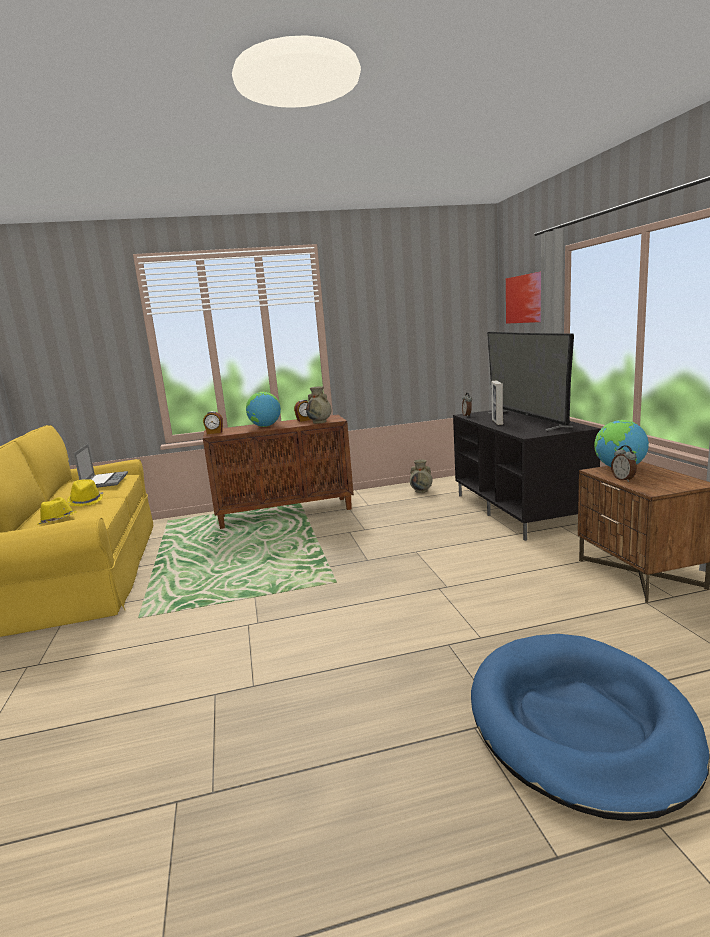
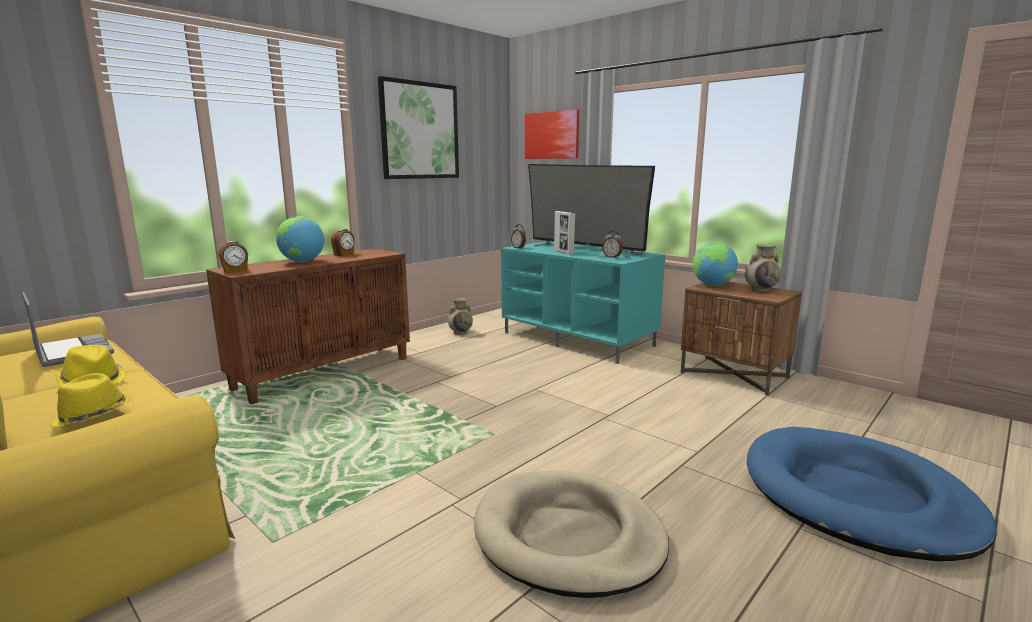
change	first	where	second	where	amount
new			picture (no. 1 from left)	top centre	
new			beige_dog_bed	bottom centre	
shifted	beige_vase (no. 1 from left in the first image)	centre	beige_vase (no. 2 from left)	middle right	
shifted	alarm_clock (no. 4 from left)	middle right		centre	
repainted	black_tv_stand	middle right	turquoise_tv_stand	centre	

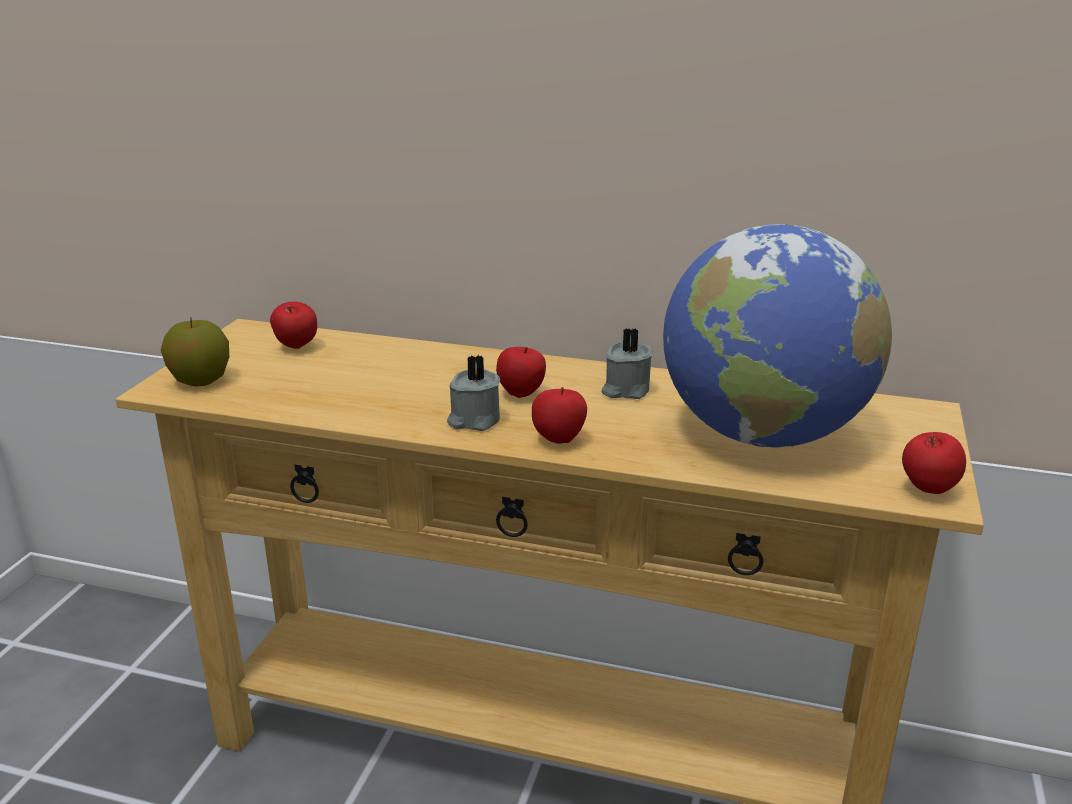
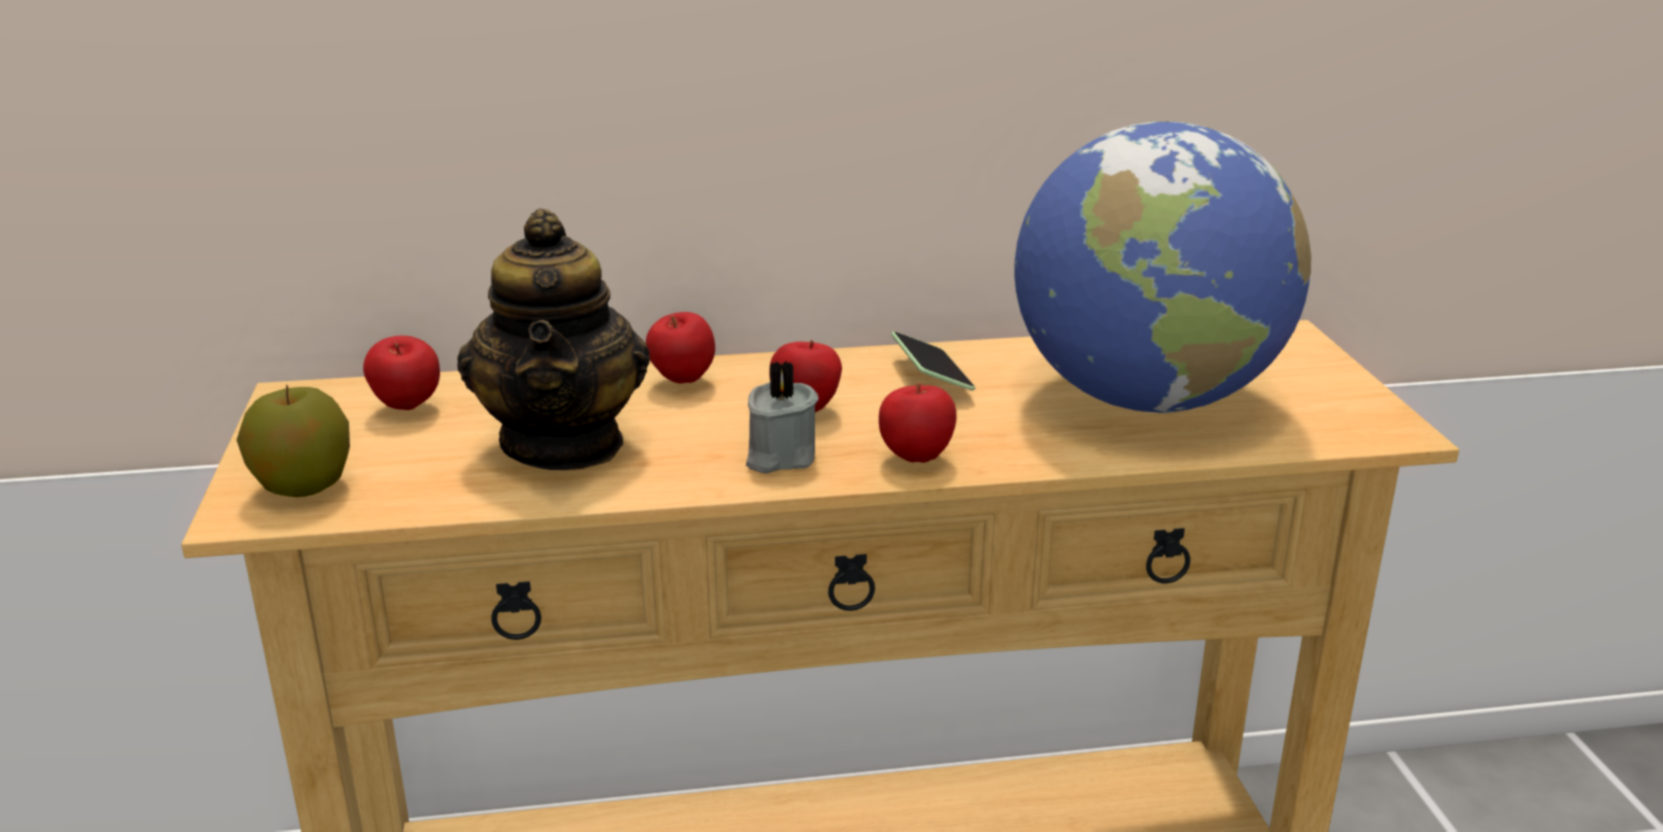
change	first	where	second	where	amount
new			teapot	middle left	
shifted	apple (no. 5 from left in the first image)	middle right	apple (no. 3 from left)	centre	
swapped	grey_candle (no. 2 from left)	centre	phone	centre	

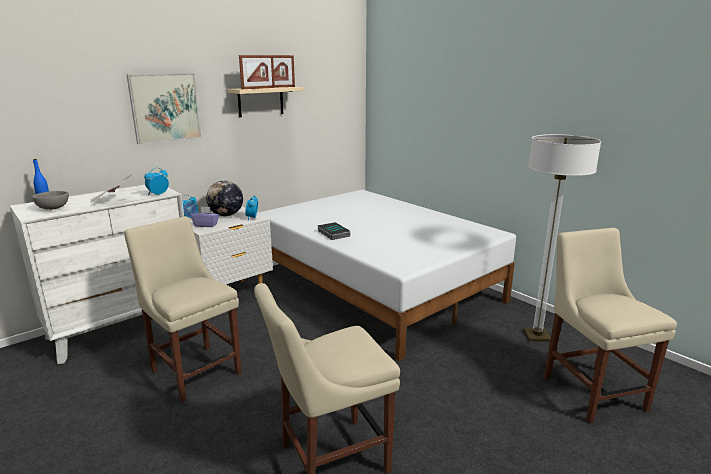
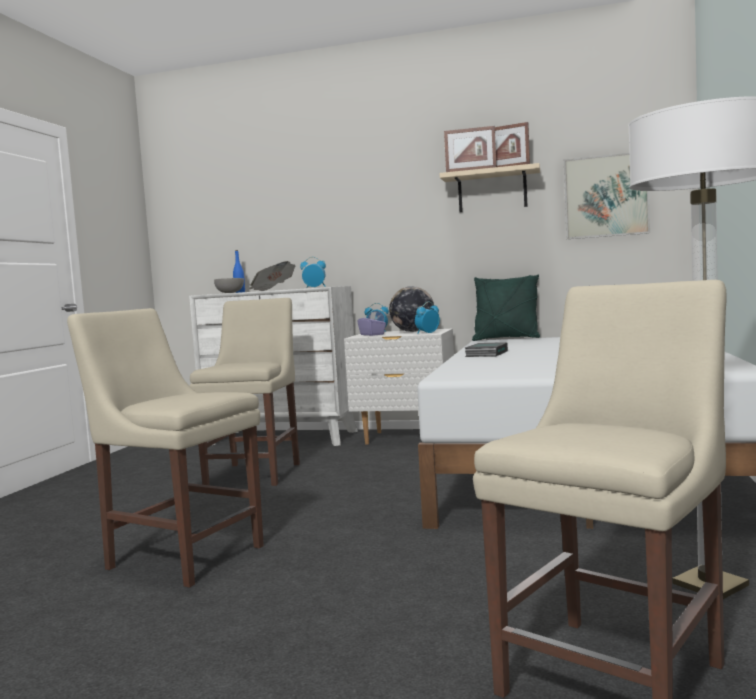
change	first	where	second	where	amount
new			green_pillow	middle right	
shifted	picture	top left		top right	

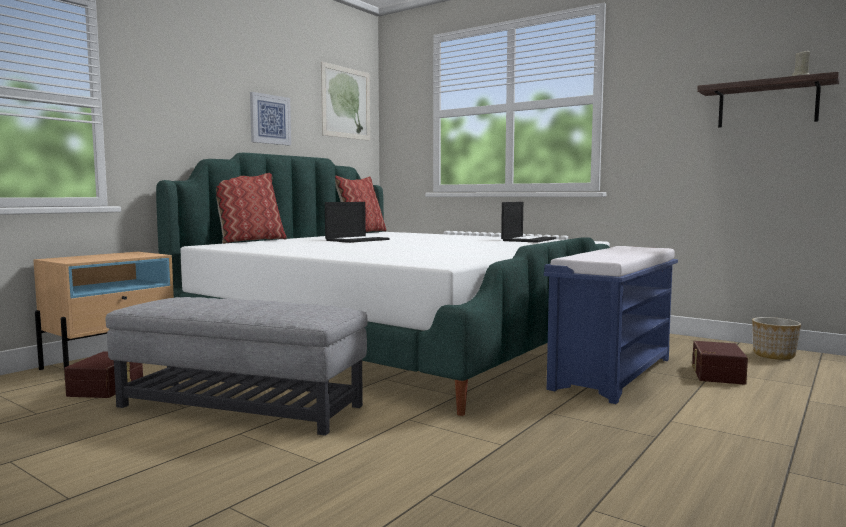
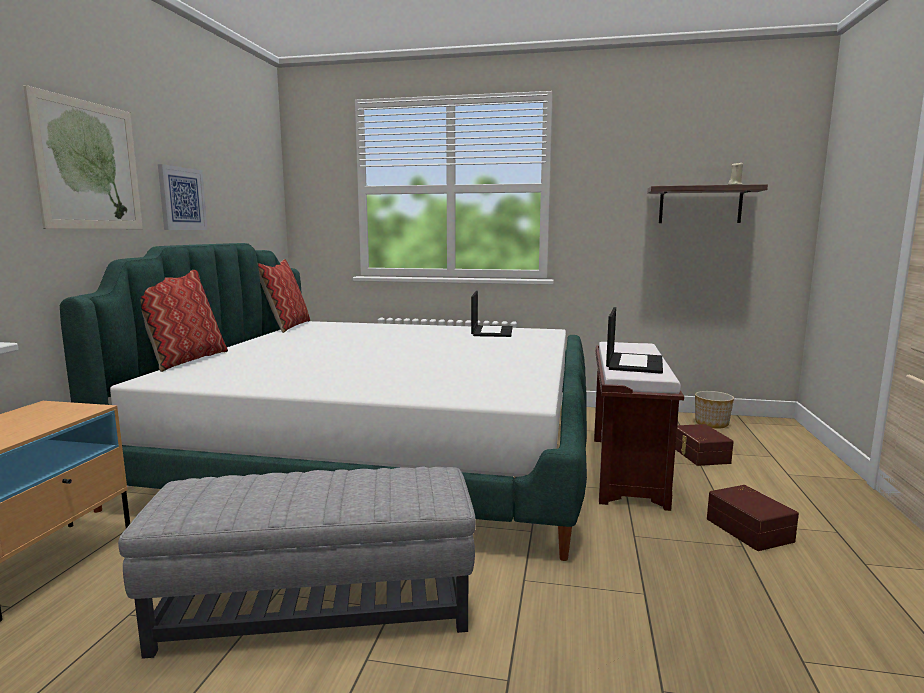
change	first	where	second	where	amount
shifted	brown_storage_box (no. 1 from left in the first image)	bottom left	brown_storage_box (no. 2 from left)	bottom right	
shifted	picture (no. 2 from left in the first image)	top centre	picture (no. 1 from left)	top left	
shifted	laptop (no. 1 from left in the first image)	centre	laptop (no. 2 from left)	middle right	
repainted	blue_bench	middle right	brown_bench	middle right	

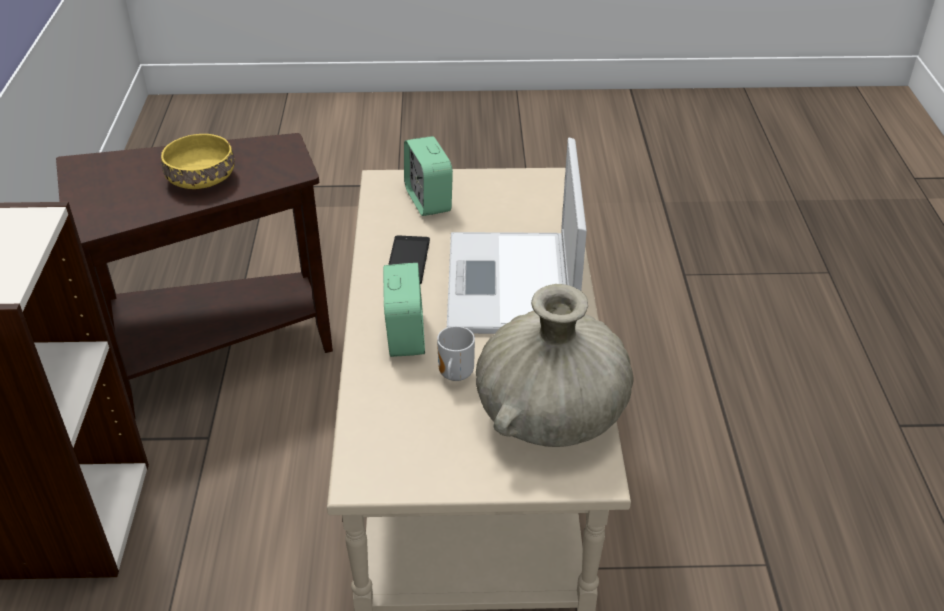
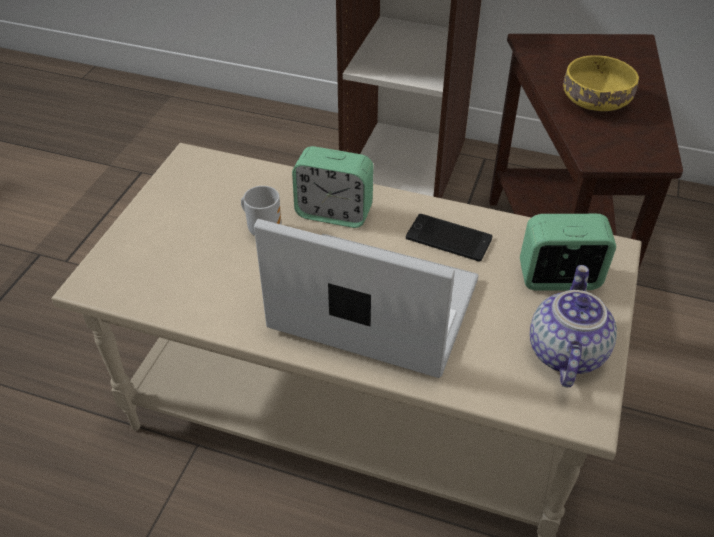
change	first	where	second	where	amount
gone	beige_vase	centre			
new			teapot	middle right	

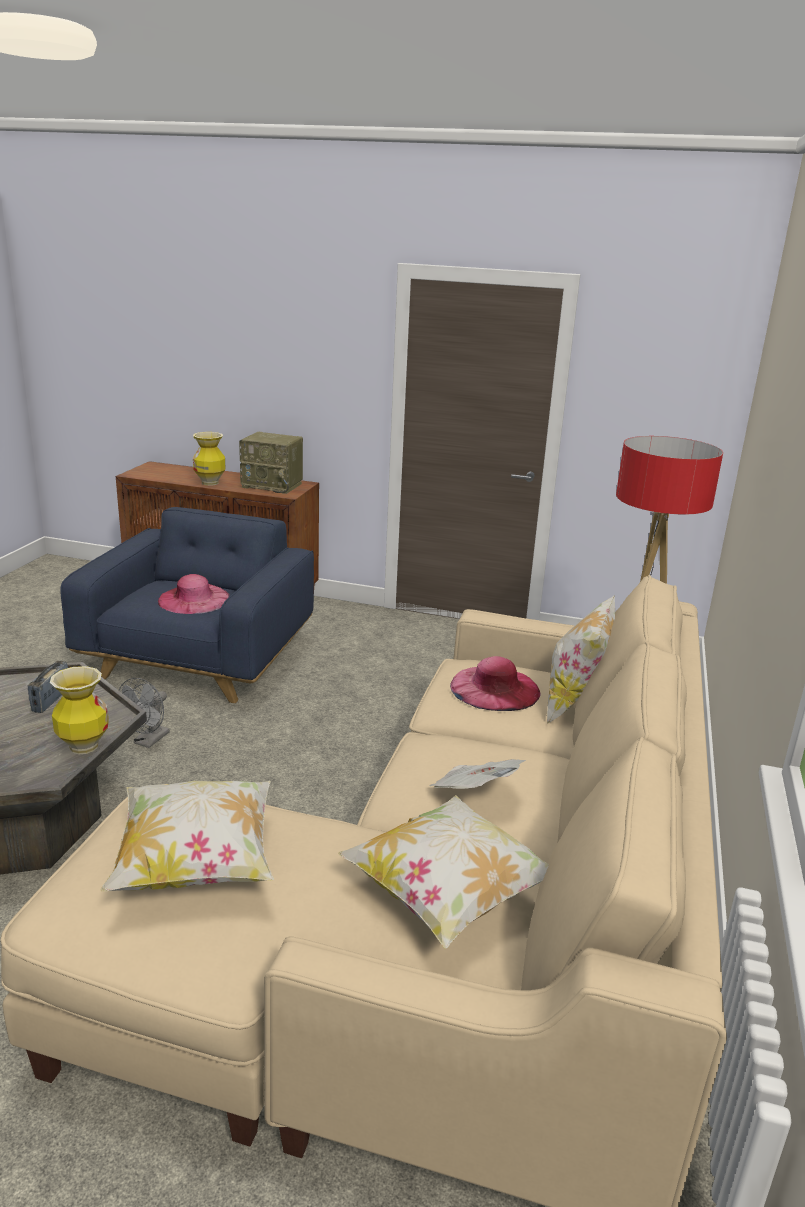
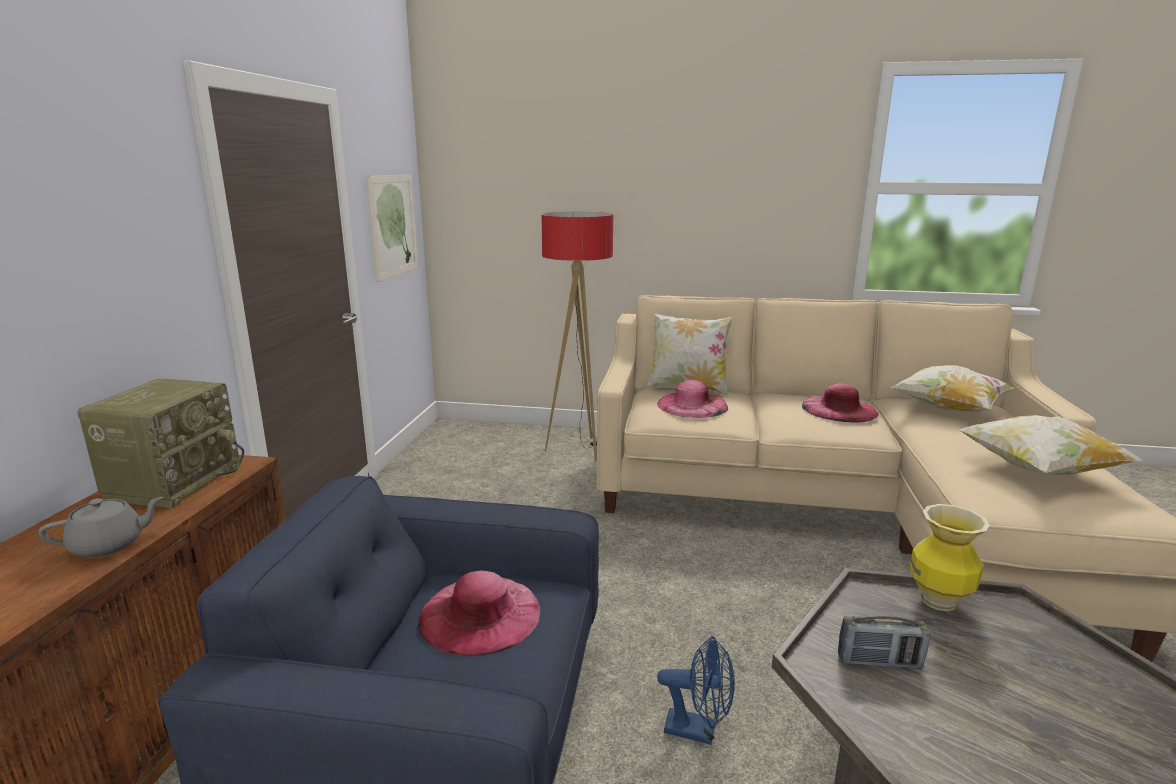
change	first	where	second	where	amount
new			picture	top centre	
swapped	vase (no. 2 from left)	middle left	grey_teapot	bottom left	
swapped	newspaper	centre	pink_hat (no. 3 from left)	middle right	
repainted	grey_fan	middle left	blue_fan	bottom centre	

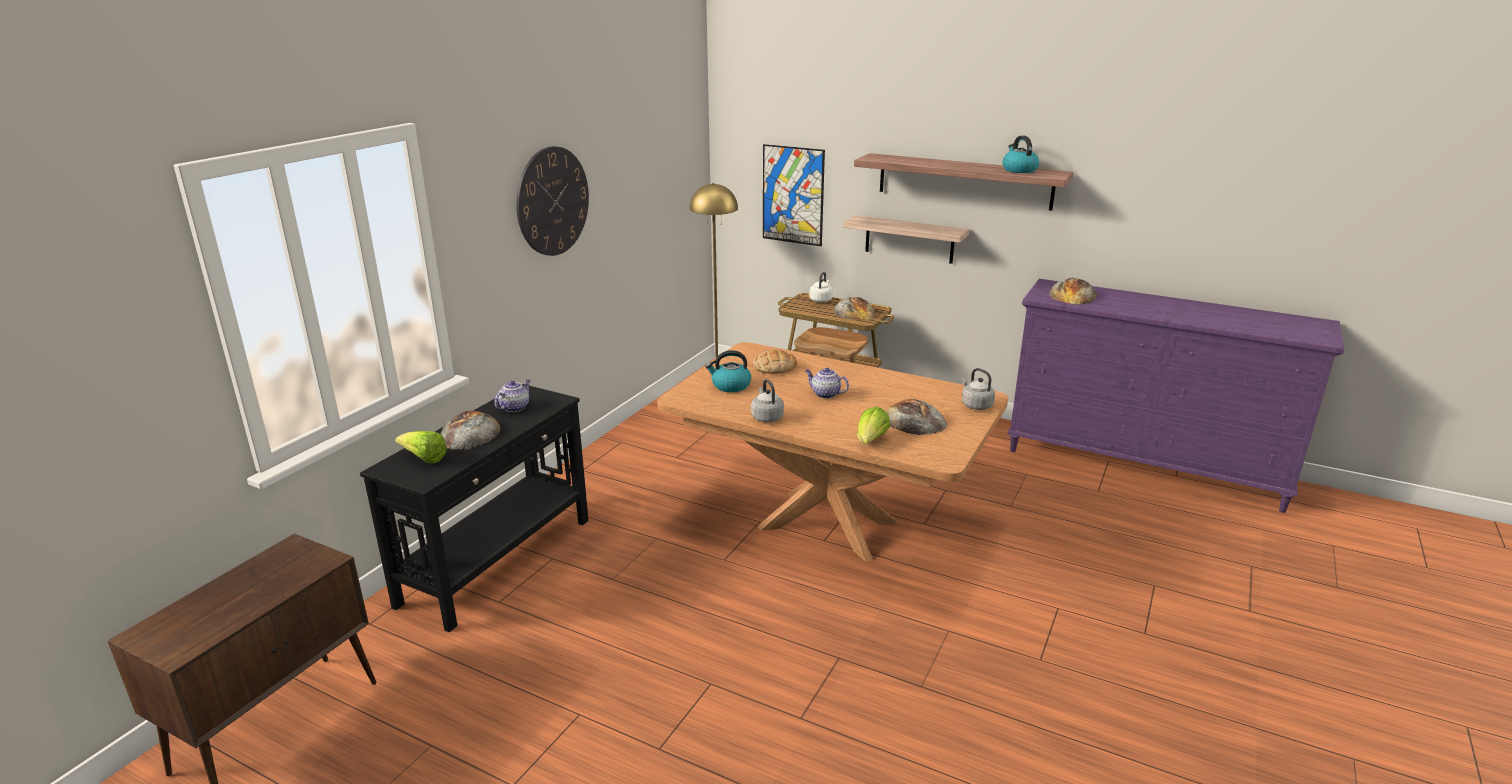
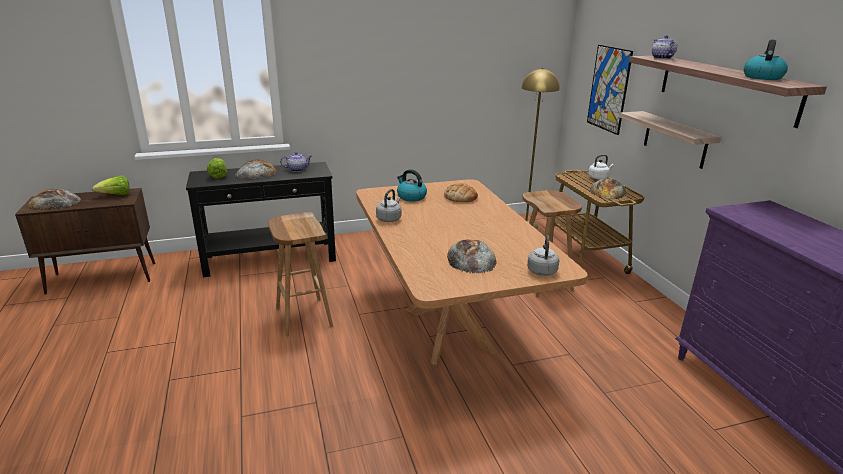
change	first	where	second	where	amount
gone	wall_clock	top centre			
new			brown_stool (no. 1 from left)	centre	
shifted	teapot (no. 2 from left)	centre		top right	
shifted	lettuce (no. 2 from left in the first image)	centre	lettuce (no. 1 from left)	middle left	
shifted	bread (no. 5 from left in the first image)	middle right	bread (no. 1 from left)	middle left	

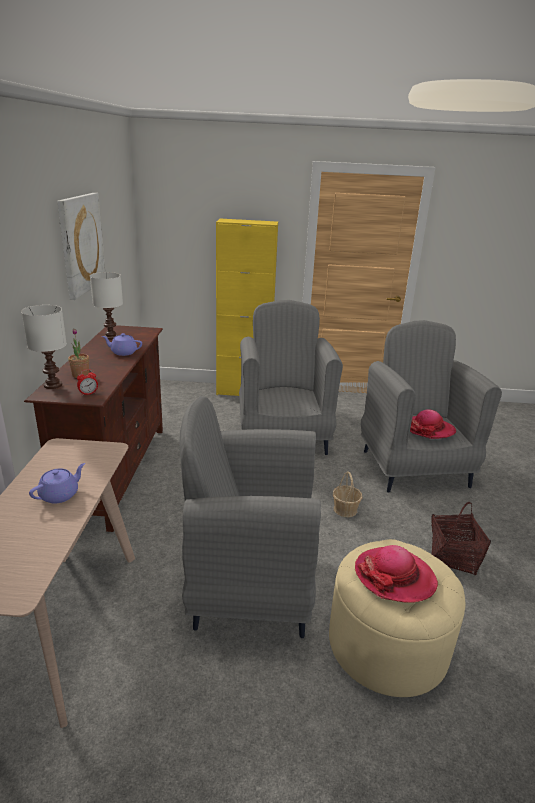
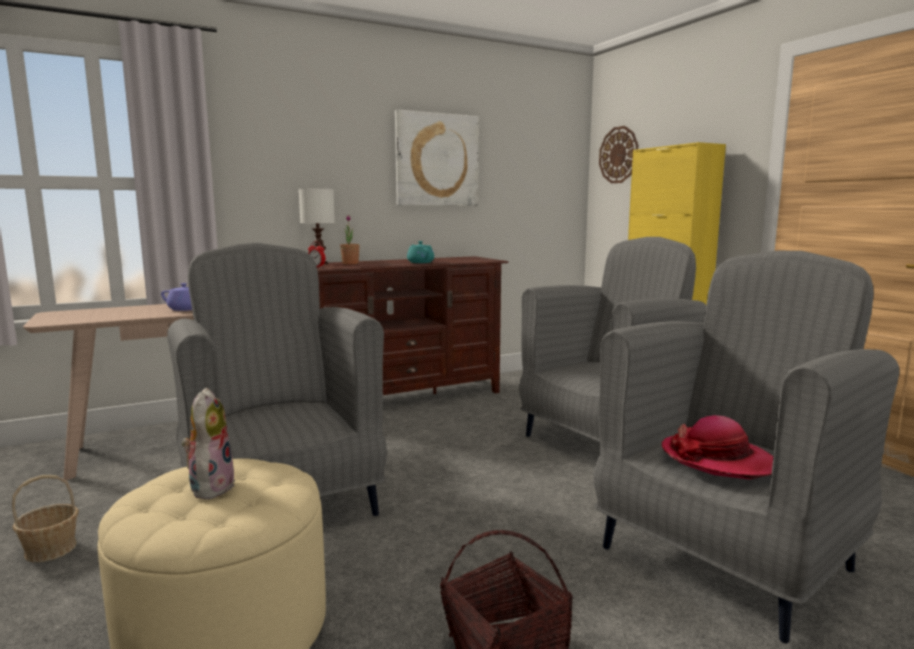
change	first	where	second	where	amount
gone	white_table_lamp (no. 2 from left)	middle left			
new			wall_clock	top right	
shifted	basket (no. 1 from left)	centre		bottom left	
swapped	hat (no. 1 from left)	bottom right	plush_toy	bottom left	
repainted	purple_teapot (no. 2 from left)	middle left	turquoise_teapot	centre	

